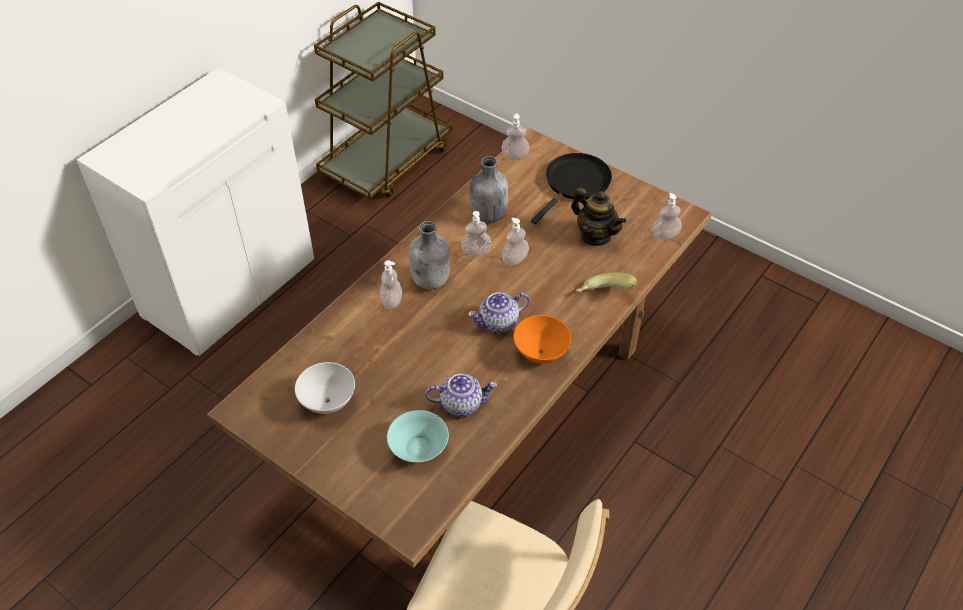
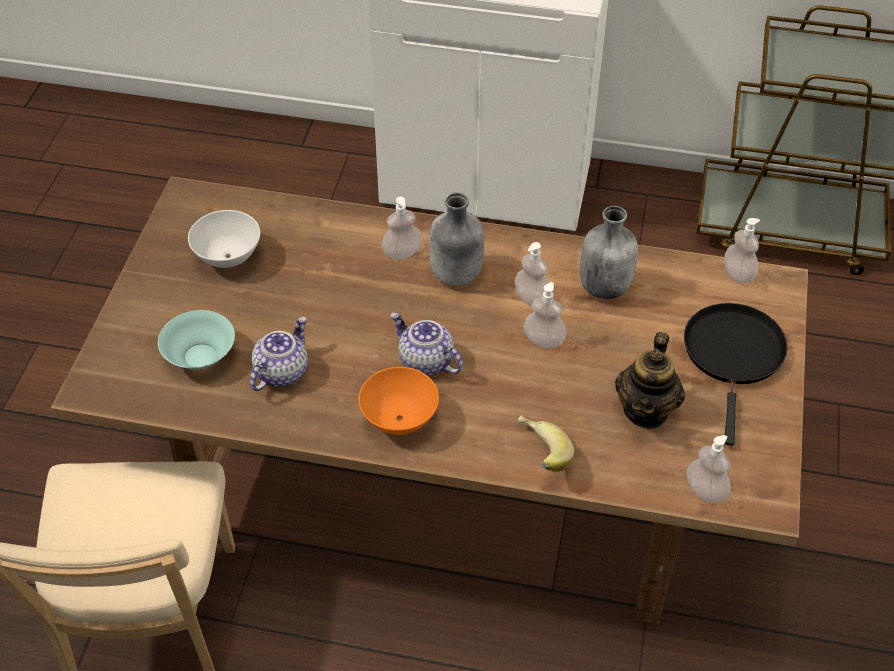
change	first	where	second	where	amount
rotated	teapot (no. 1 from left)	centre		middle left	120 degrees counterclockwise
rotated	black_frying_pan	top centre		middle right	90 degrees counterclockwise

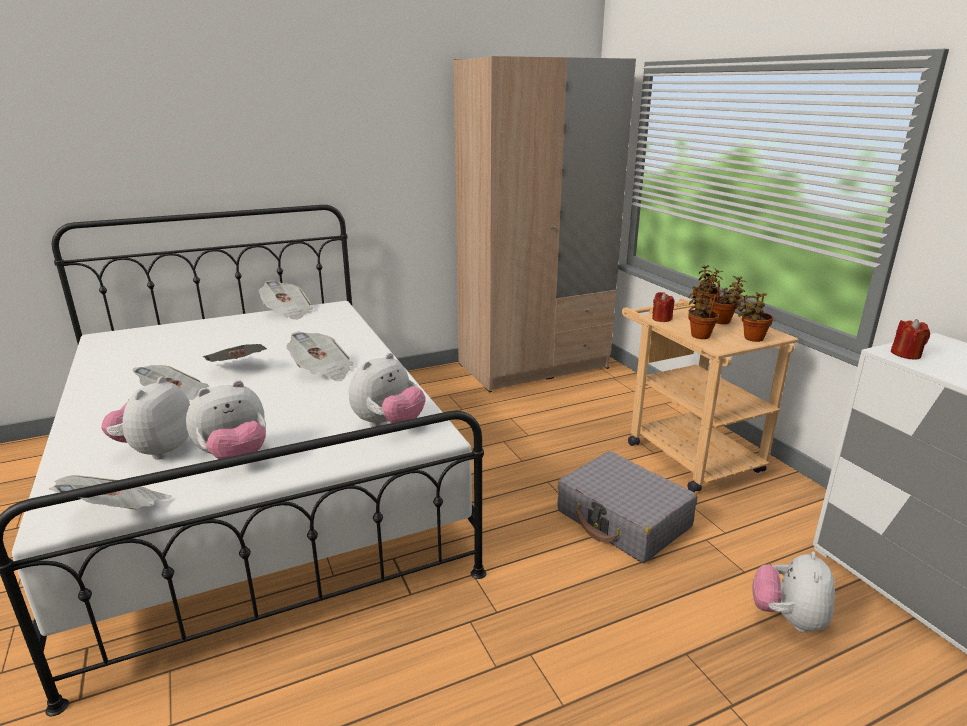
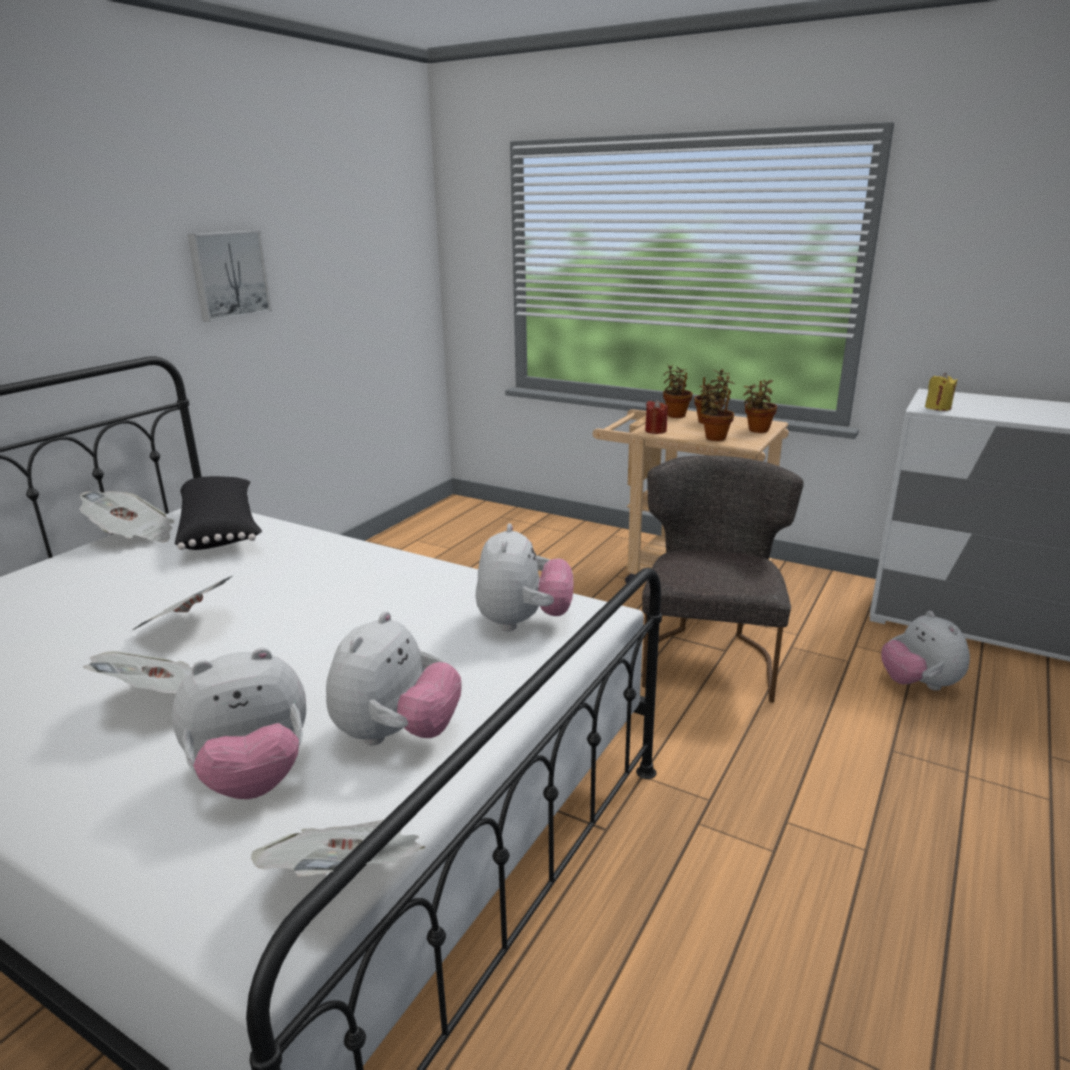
change	first	where	second	where	amount
gone	newspaper (no. 5 from left)	middle left			
gone	beige_wardrobe	top centre			
new			black_pillow	middle left	
new			picture	top left	
swapped	grey_suitcase	bottom centre	grey_chair	middle right	
repainted	red_candle (no. 2 from left)	middle right	yellow_candle	middle right	
rotated	plush_toy (no. 1 from left)	middle left		bottom left	90 degrees counterclockwise

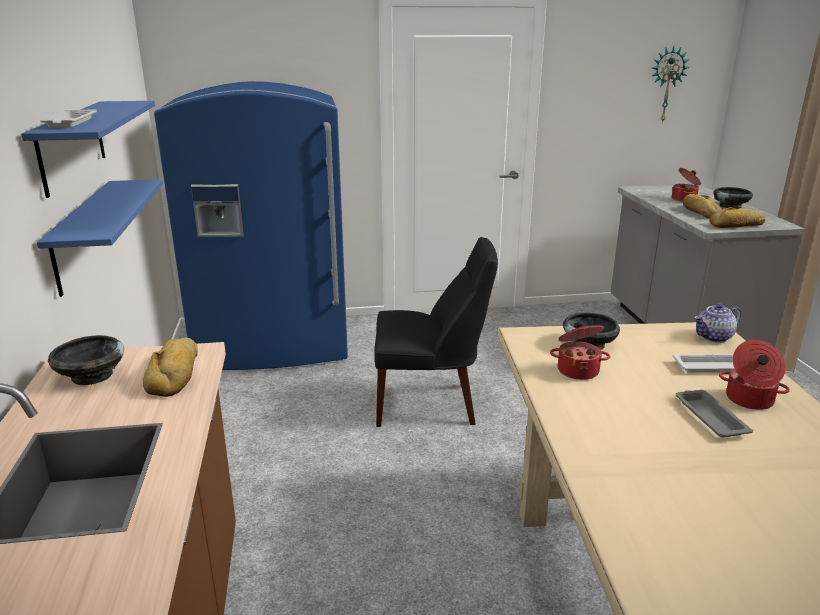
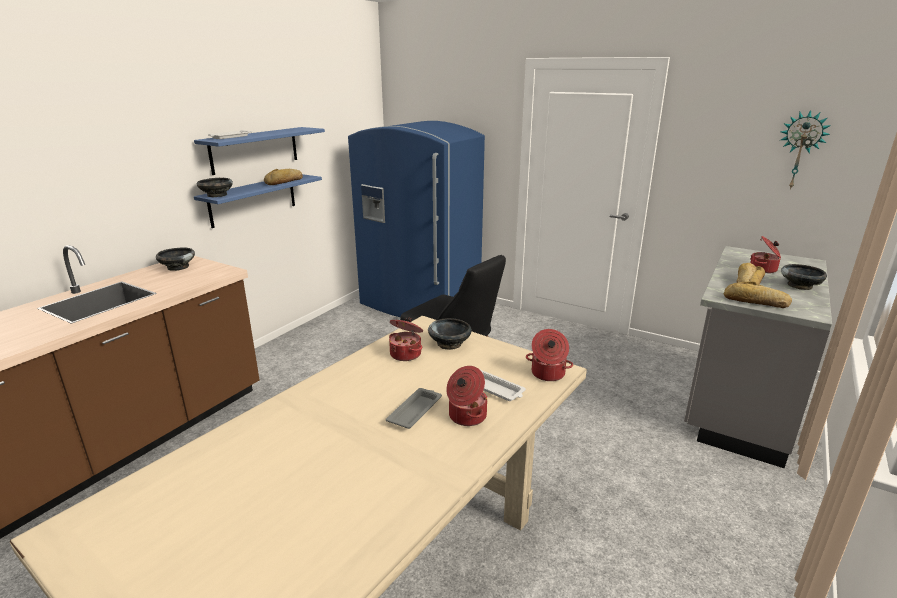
change	first	where	second	where	amount
new			black_bowl (no. 2 from left)	top left	
shifted	bread (no. 1 from left)	middle left		top left	
swapped	teapot	middle right	cooking_pot (no. 3 from left)	centre	

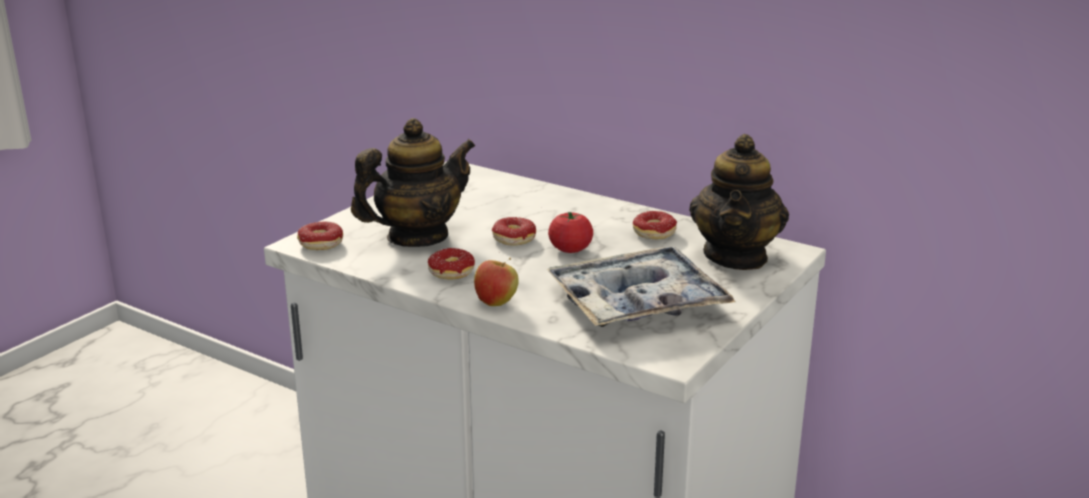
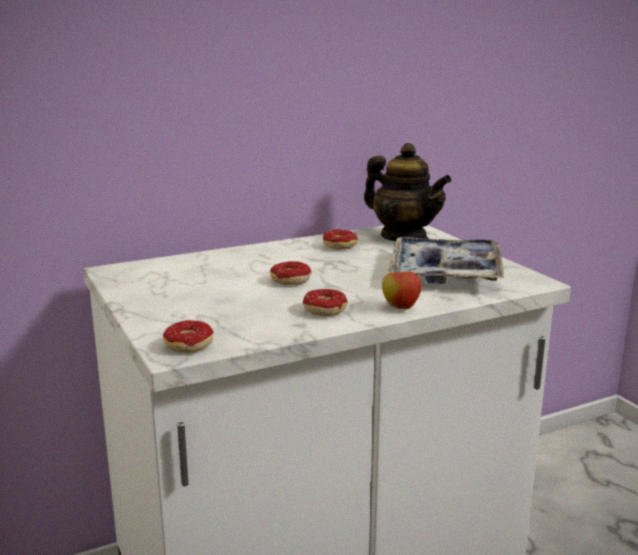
change	first	where	second	where	amount
gone	teapot (no. 1 from left)	centre			
gone	tomato	centre			

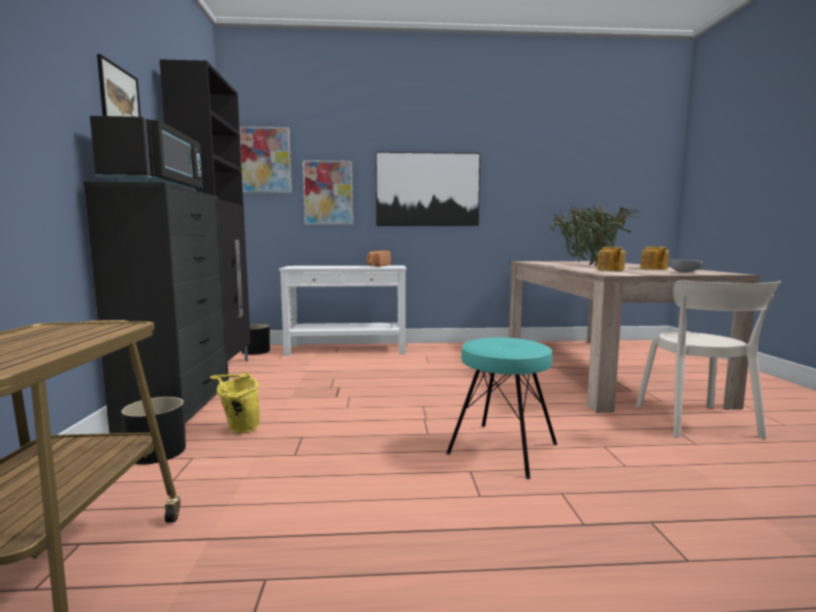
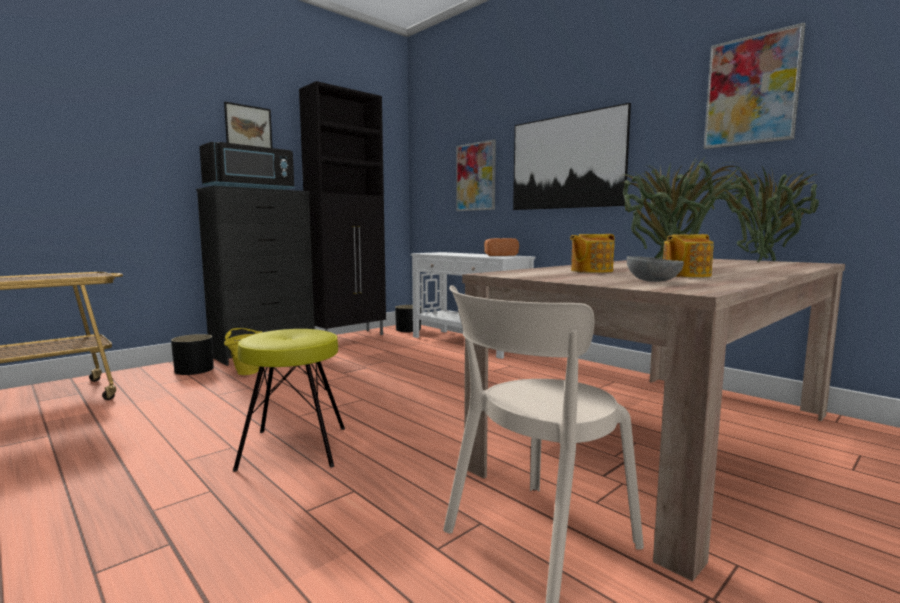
change	first	where	second	where	amount
shifted	picture (no. 2 from left in the first image)	top left	picture (no. 4 from left)	top right	
repainted	turquoise_stool	bottom centre	yellow_stool	middle left	

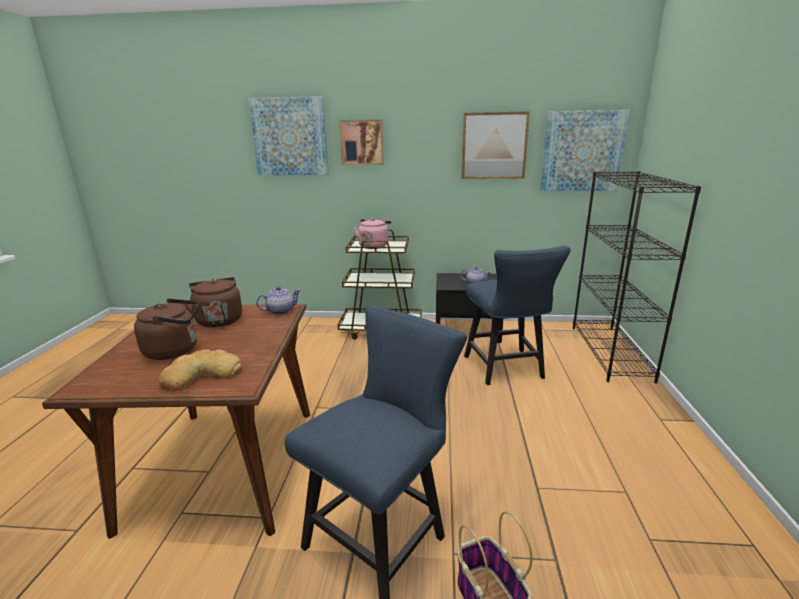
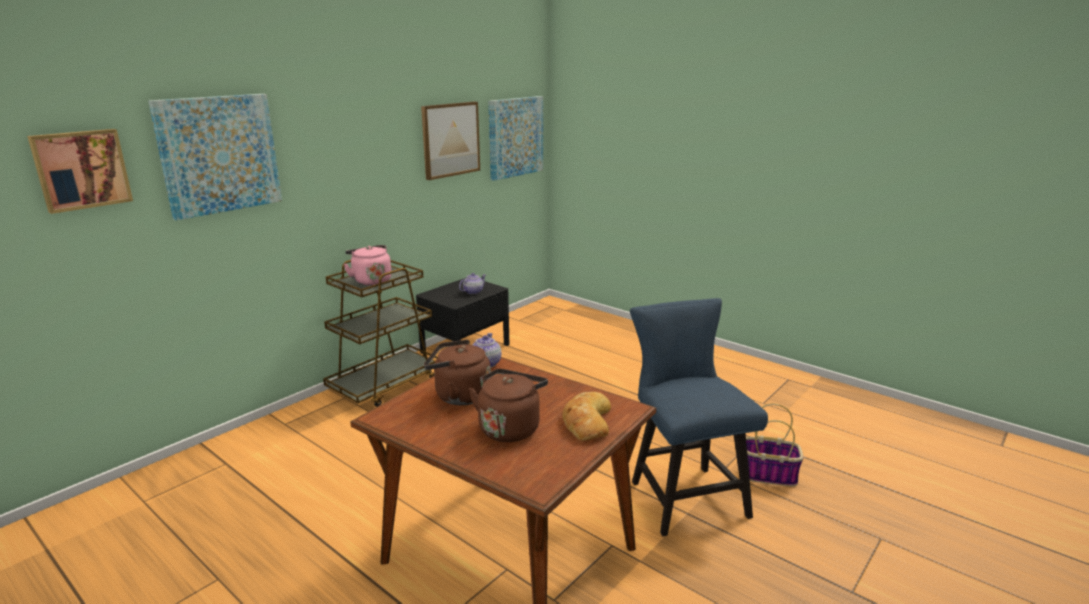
change	first	where	second	where	amount
gone	blue_chair (no. 2 from left)	centre			
gone	black_bookcase	middle right			
shifted	picture (no. 2 from left in the first image)	top centre	picture (no. 1 from left)	top left	

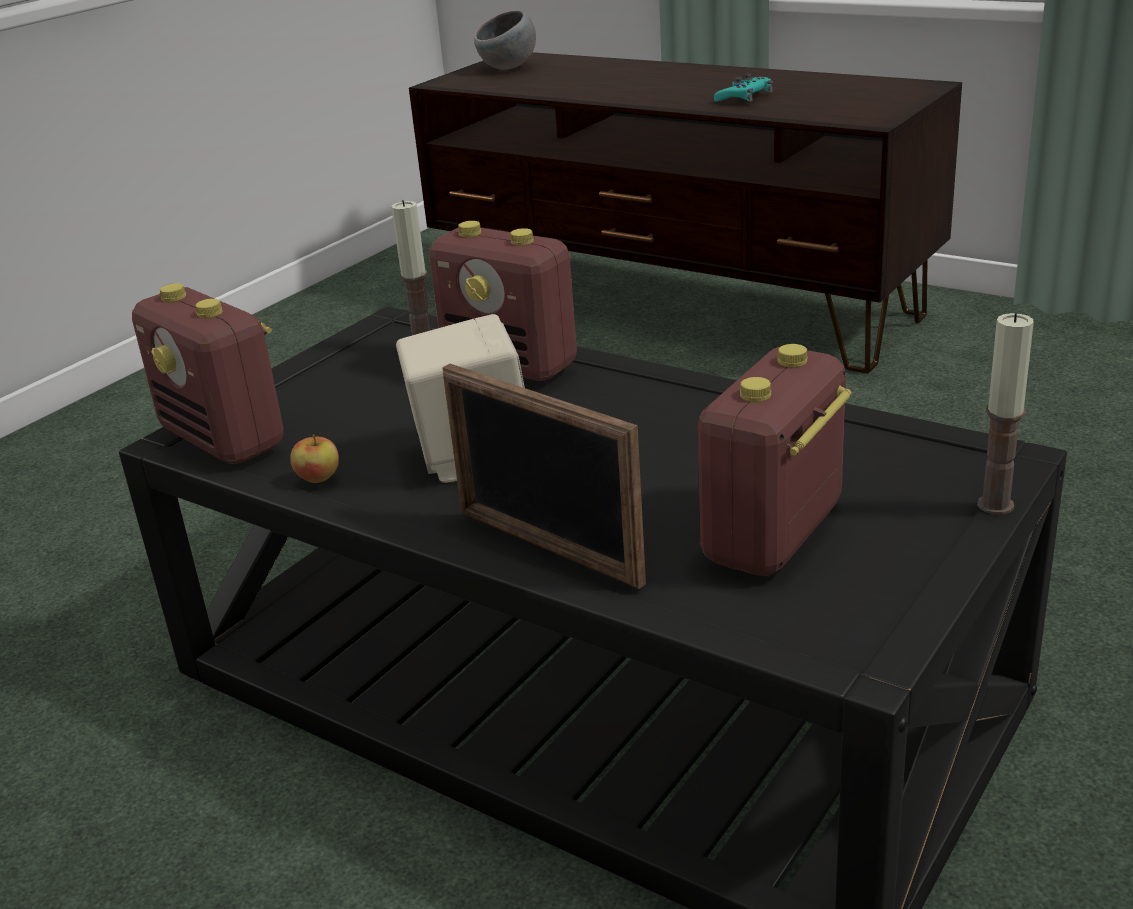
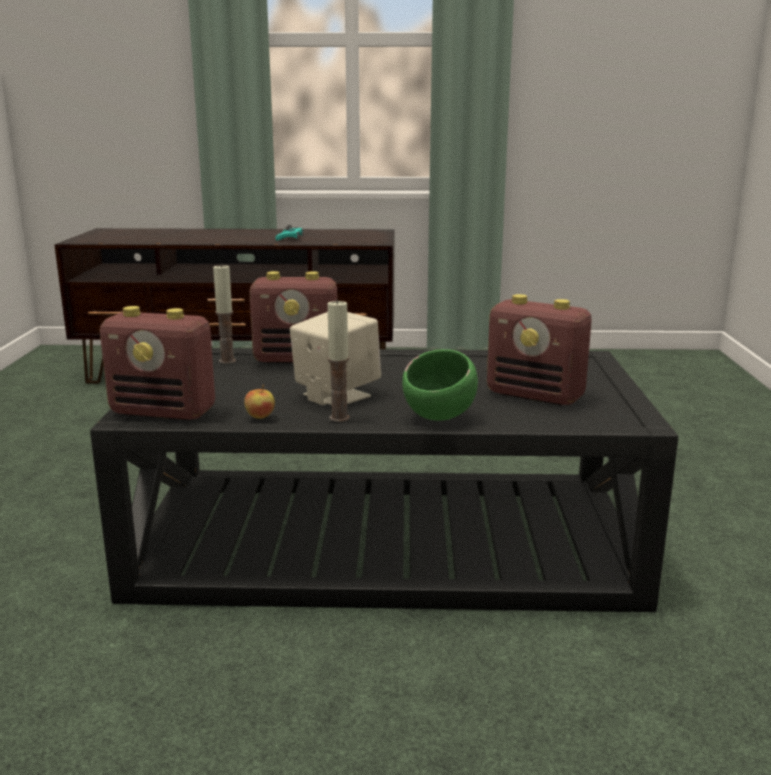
change	first	where	second	where	amount
gone	grey_bowl	top centre			
shifted	candle (no. 2 from left)	middle right		centre	
swapped	picture_frame	centre	green_bowl	centre	
rotated	radio (no. 3 from left)	middle right		middle right	60 degrees counterclockwise

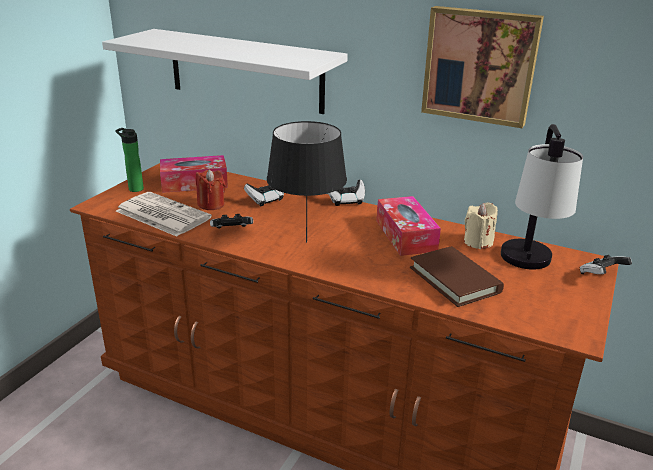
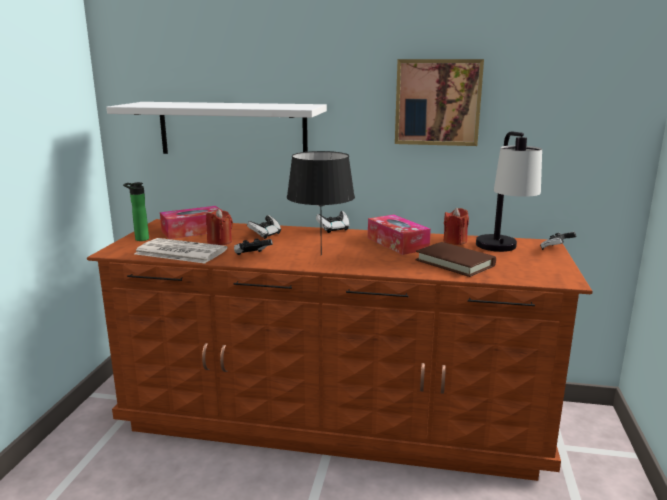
change	first	where	second	where	amount
repainted	beige_candle	middle right	red_candle (no. 2 from left)	middle right	

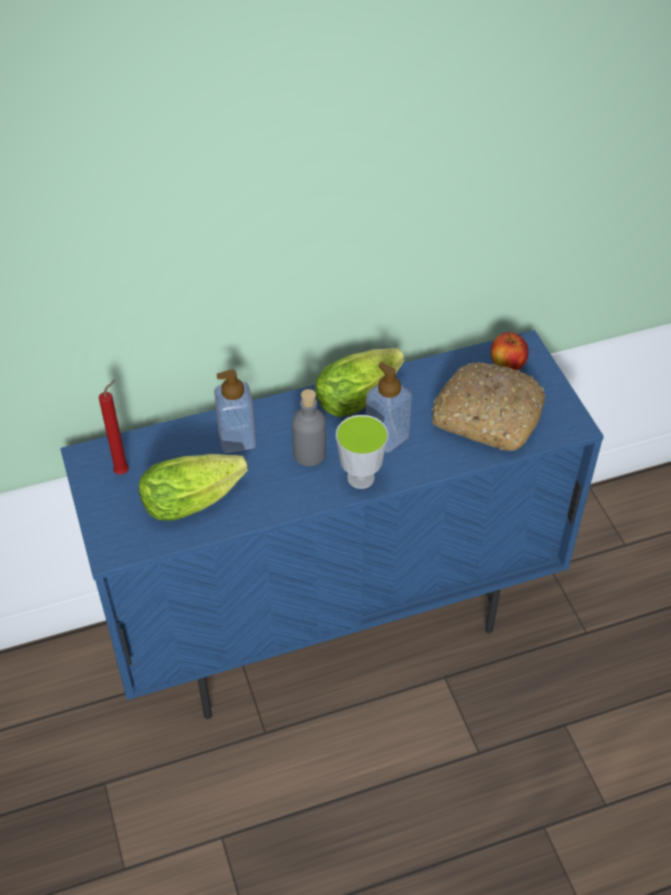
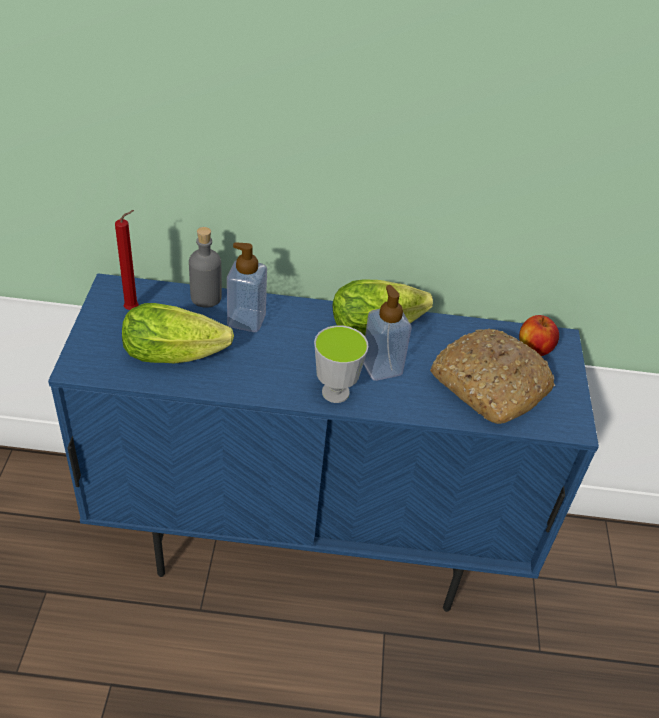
change	first	where	second	where	amount
shifted	grey_bottle	centre		middle left	

